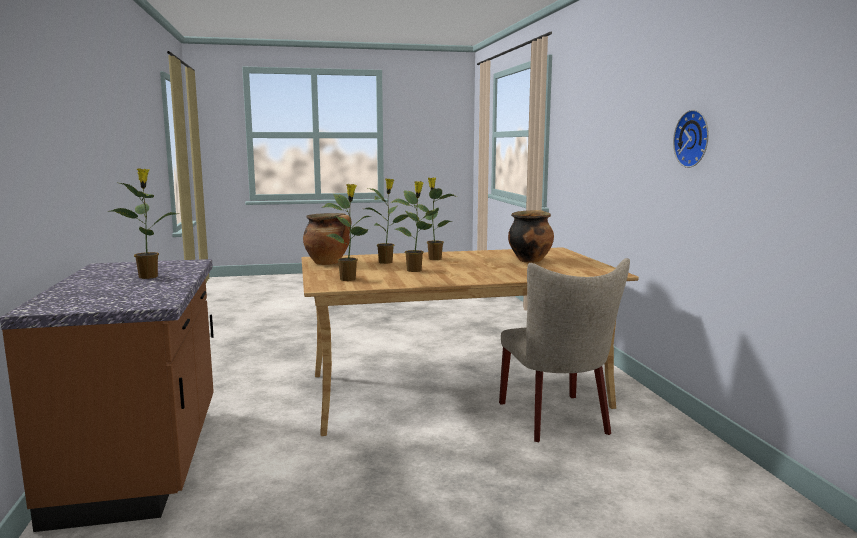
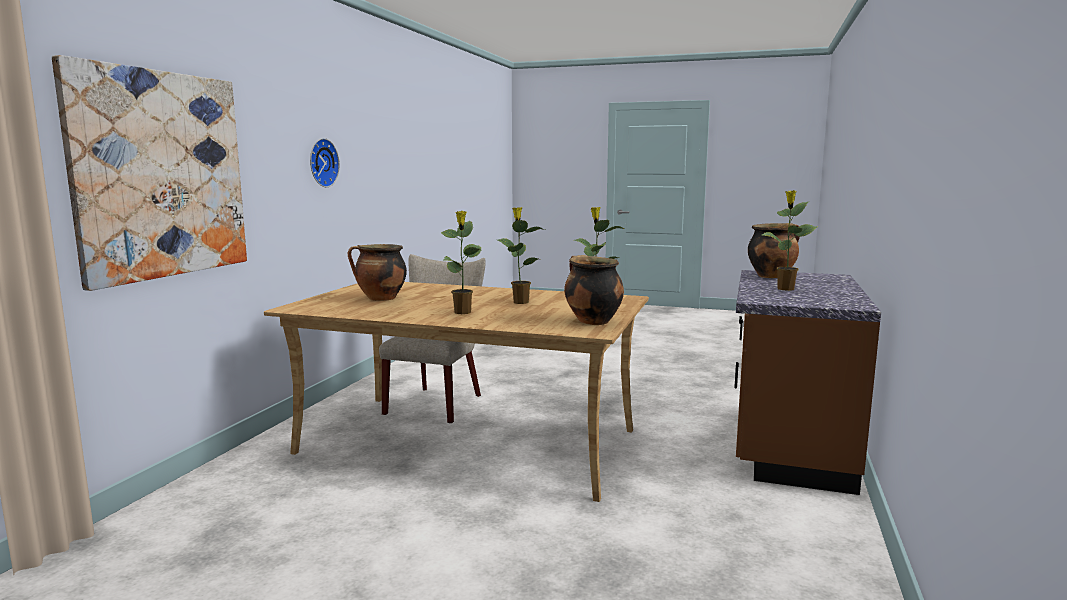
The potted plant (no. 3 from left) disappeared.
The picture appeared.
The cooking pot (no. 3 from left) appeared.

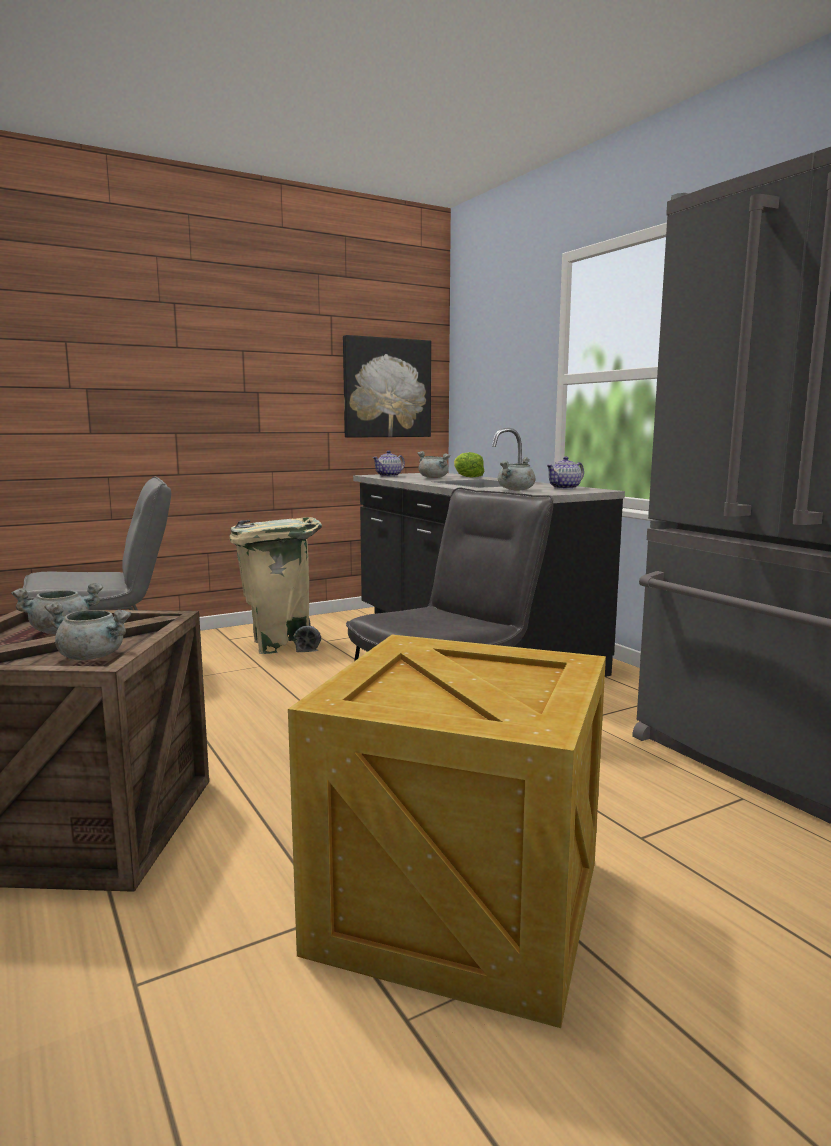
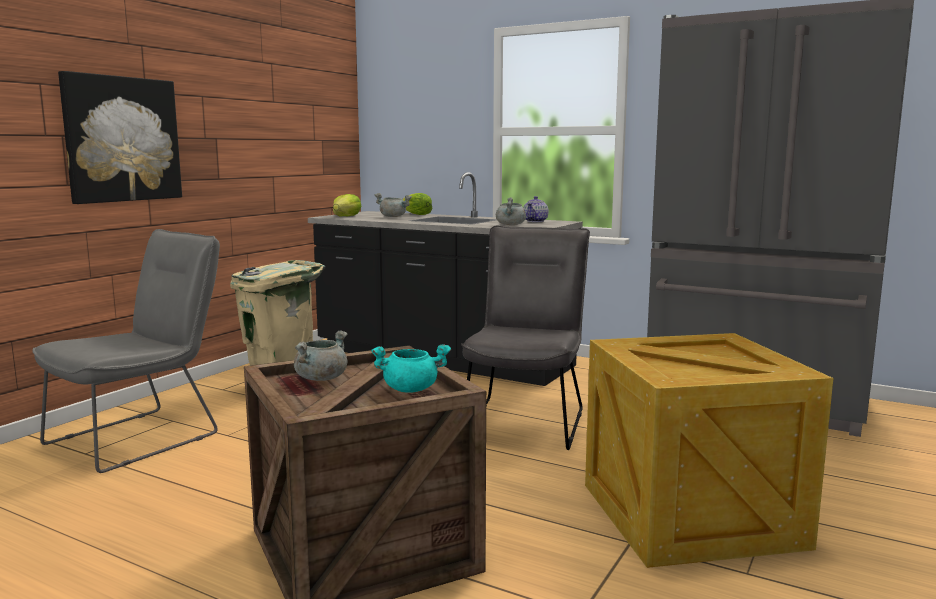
The picture moved.
The teapot (no. 1 from left) was replaced by the lettuce (no. 1 from left).
The cooking pot in grey (no. 2 from left) became the cooking pot in turquoise.

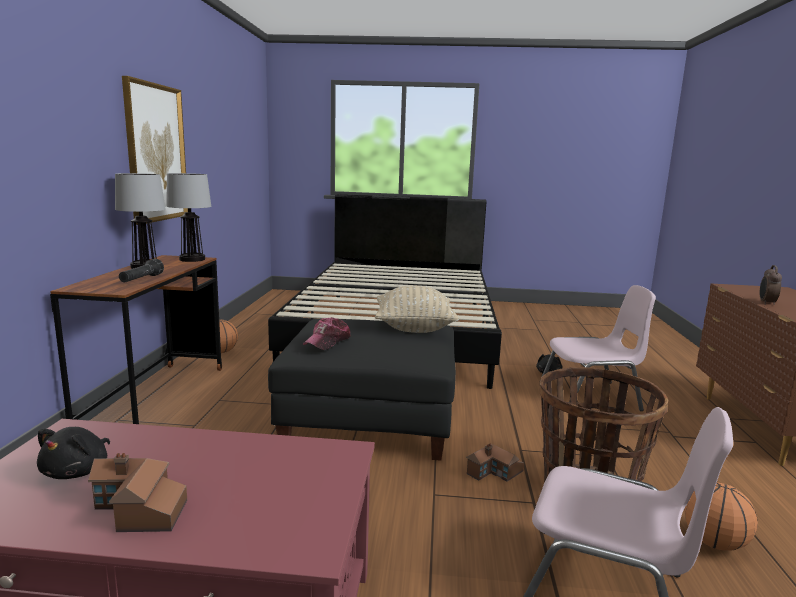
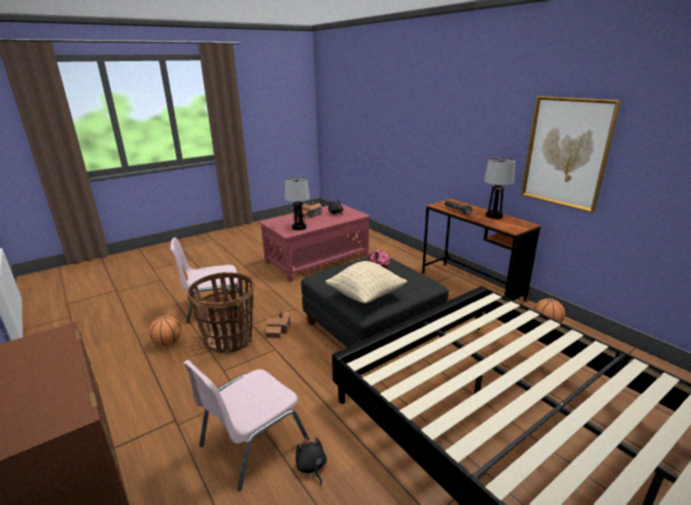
The table lamp (no. 2 from left in the first image) moved.
The alarm clock disappeared.

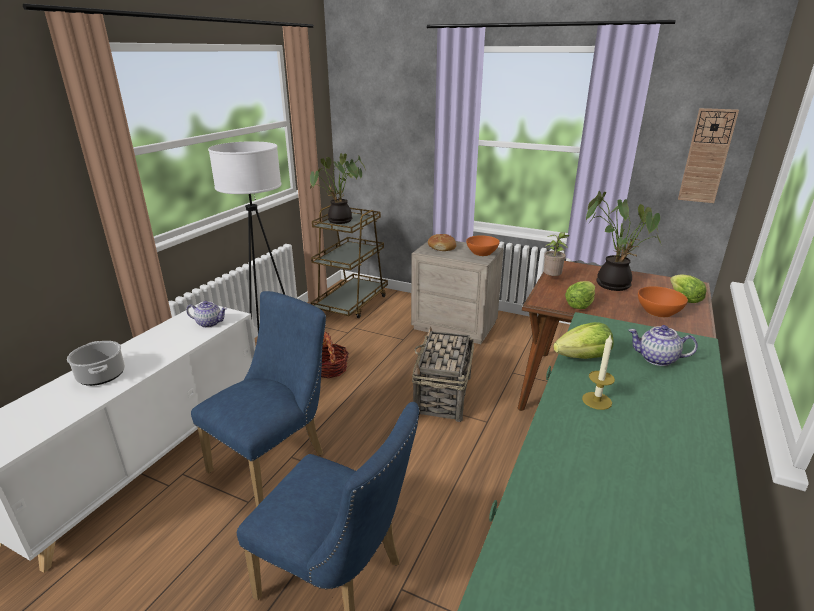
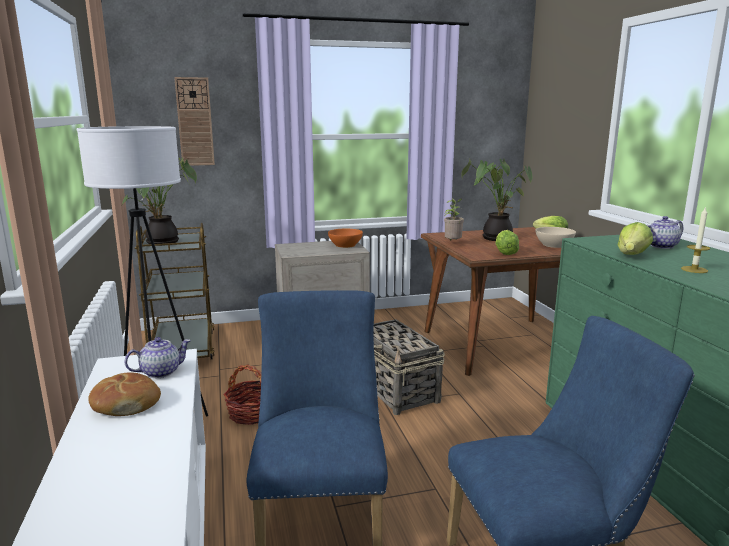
The wall clock moved.
The bread moved.
The bowl in orange (no. 2 from left) became the bowl in beige.
The cooking pot disappeared.

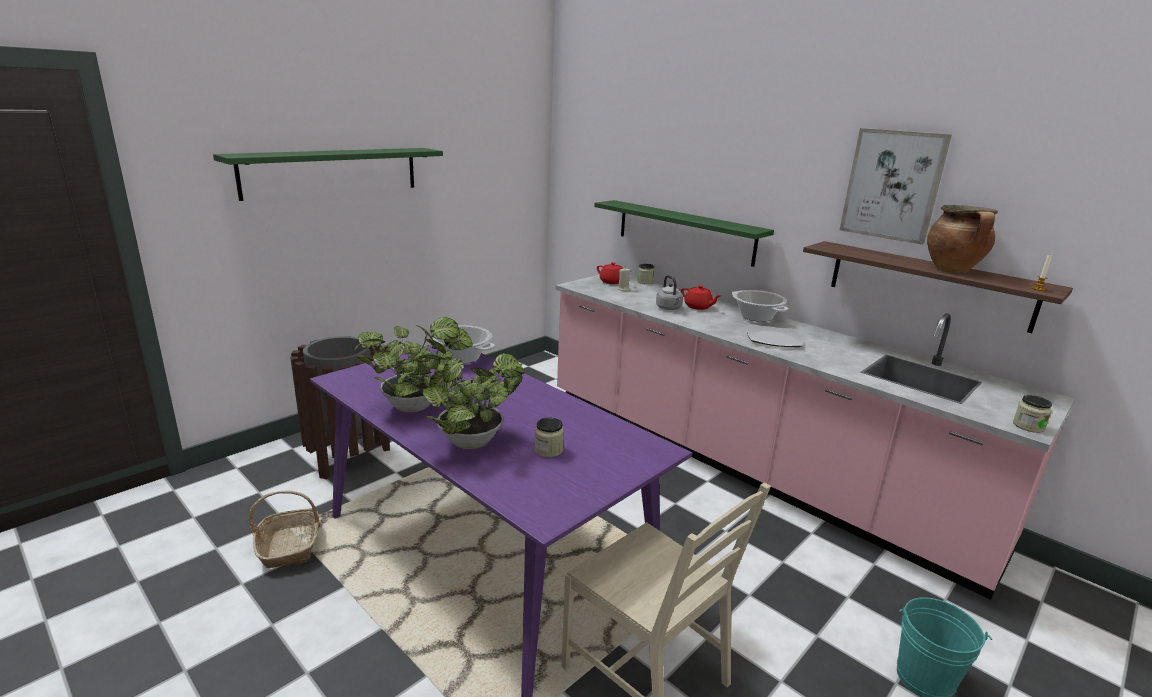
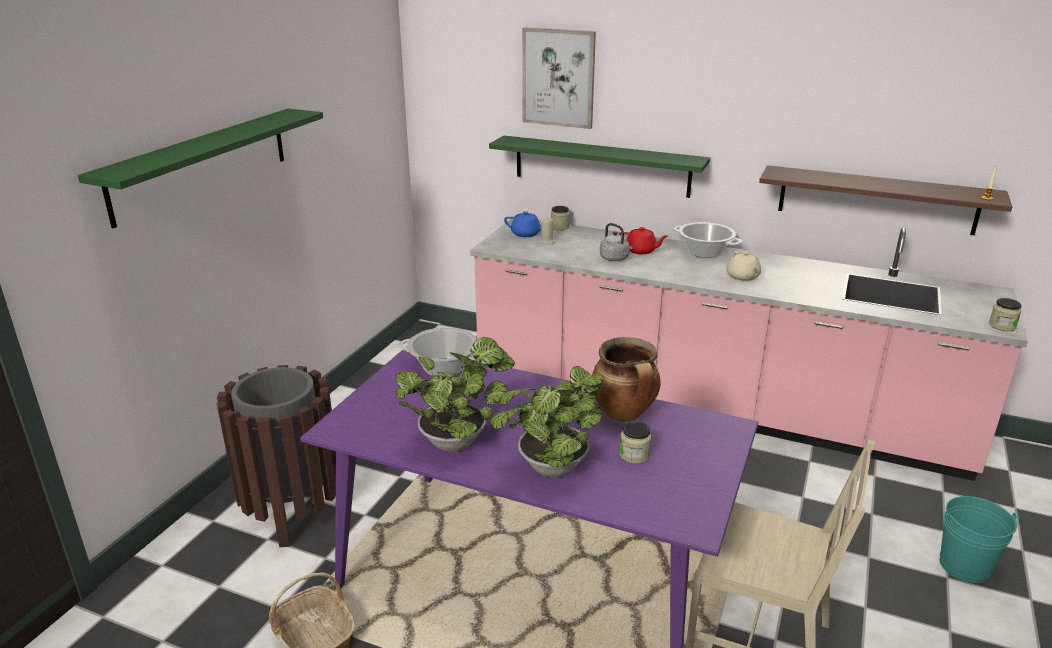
The picture moved.
The cooking pot (no. 3 from left in the first image) moved.
The teapot in red (no. 1 from left) became the teapot in blue.
The plate was replaced by the teapot in beige.

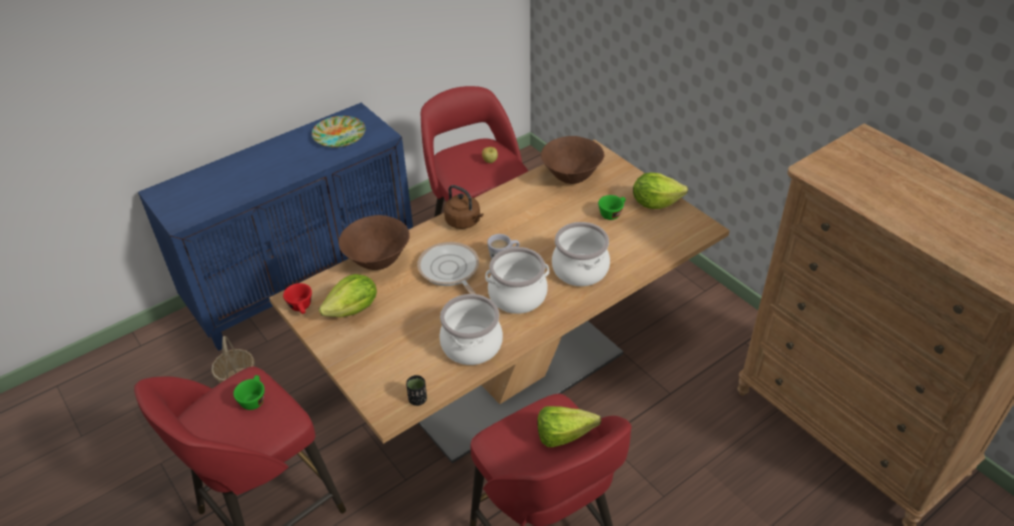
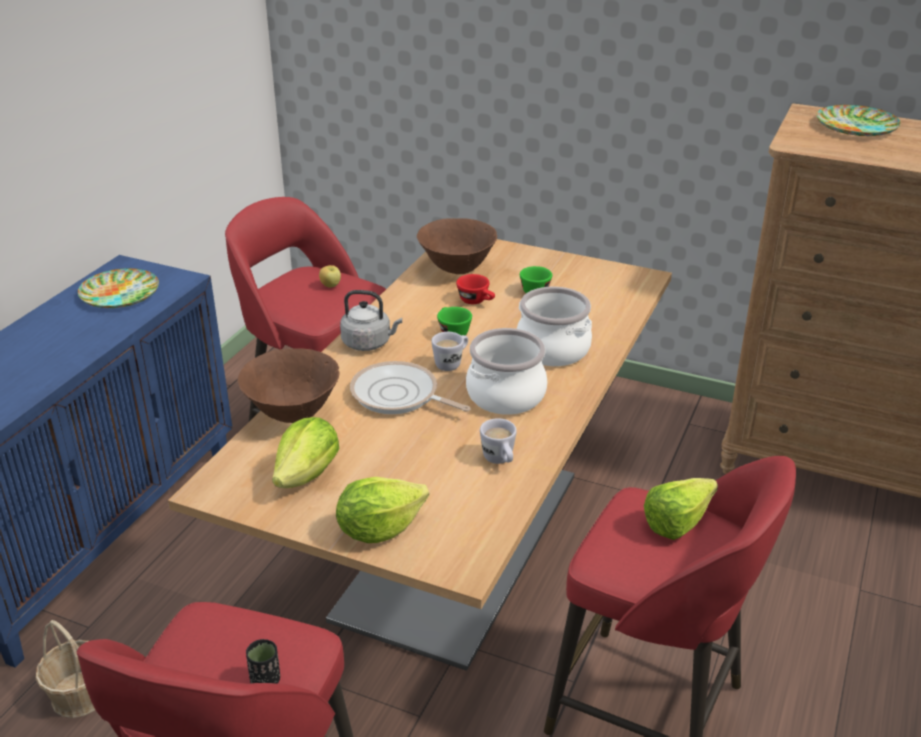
The lettuce (no. 3 from left in the first image) moved.
The kettle in brown became the kettle in grey.
The cup in red moved.
The cooking pot (no. 1 from left) was replaced by the mug in white (no. 2 from left).
The cup in green (no. 1 from left) moved.
The cup in black moved.
The plate (no. 2 from left) appeared.

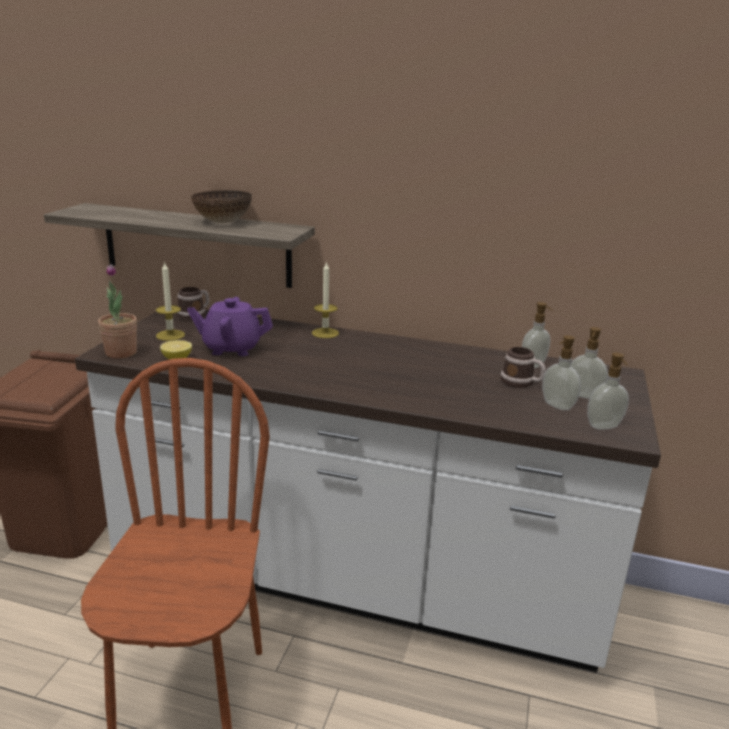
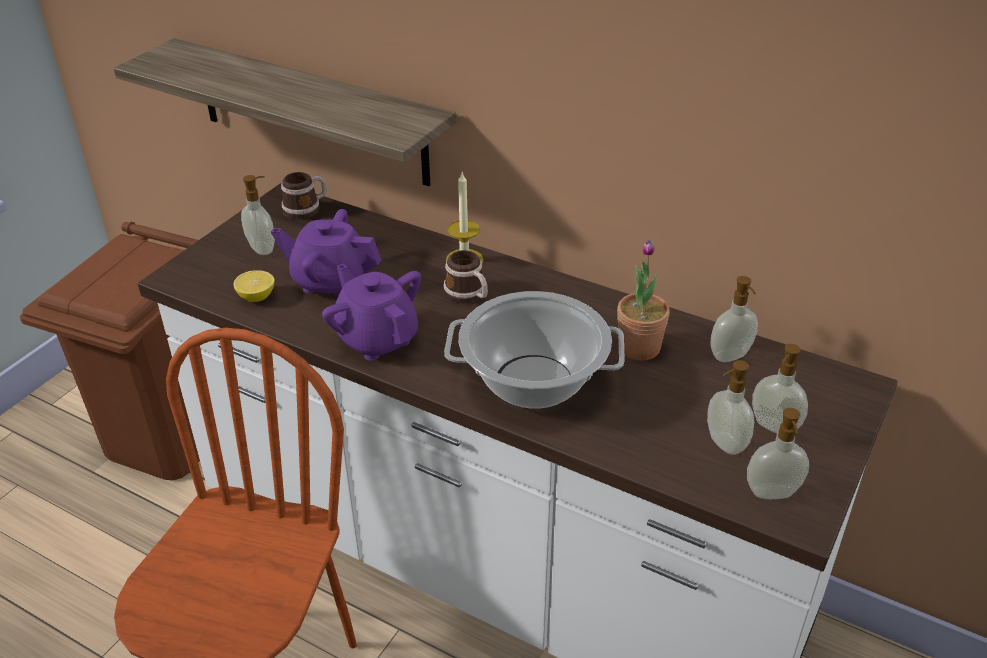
The bowl disappeared.
The candle (no. 1 from left) was replaced by the soap dispenser (no. 1 from left).
The potted plant moved.
The mug (no. 2 from left) moved.
The teapot in purple (no. 2 from left) appeared.
The cooking pot appeared.

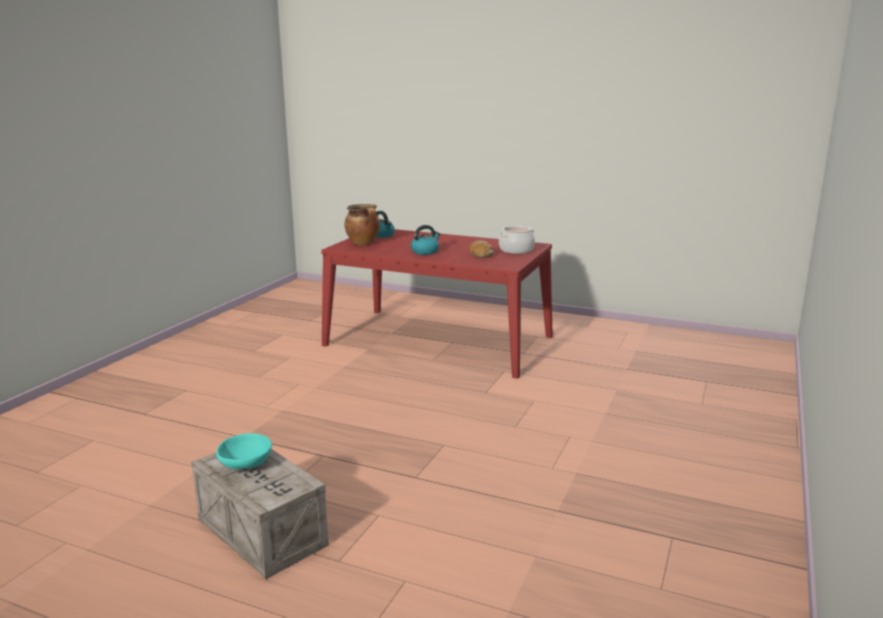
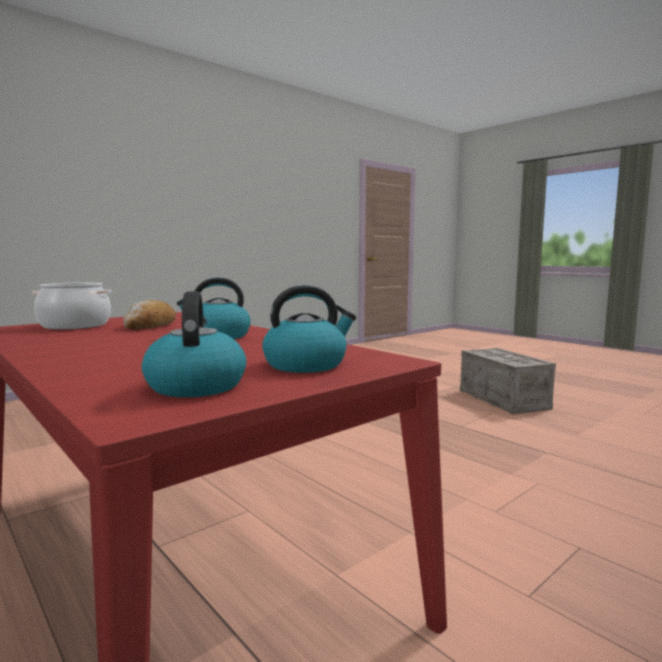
The cooking pot (no. 1 from left) was replaced by the kettle (no. 3 from left).
The bowl in turquoise disappeared.

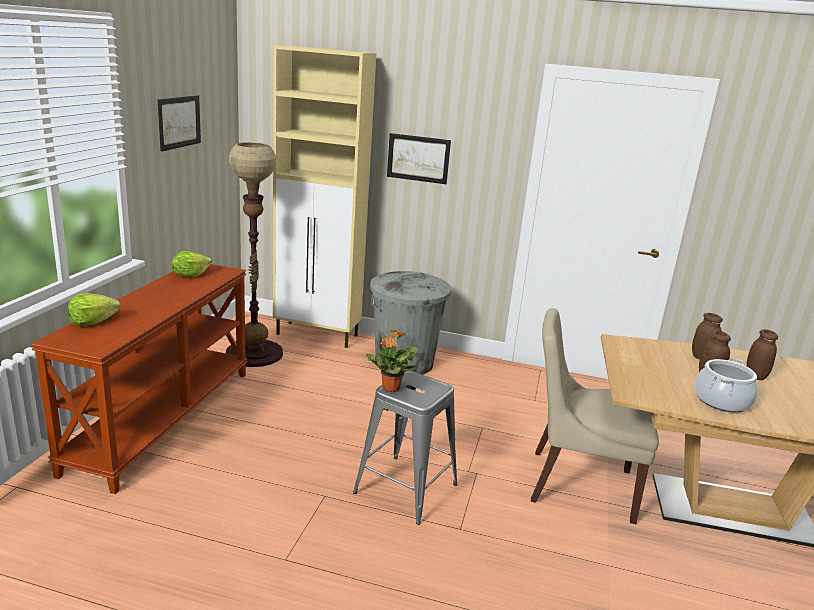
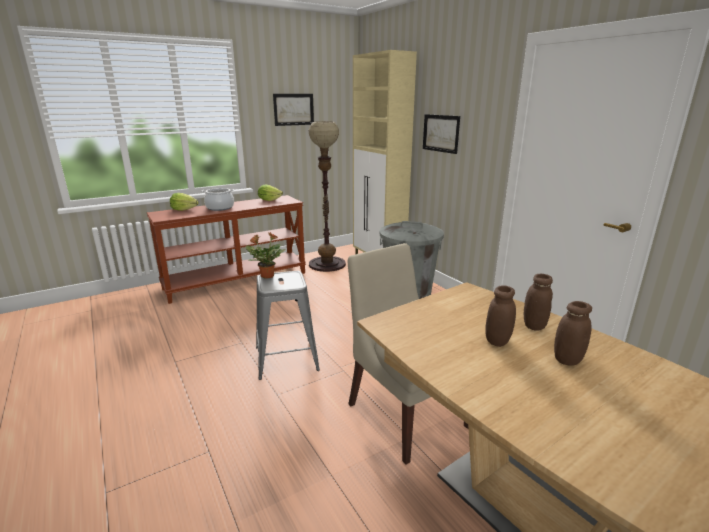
The cooking pot moved.

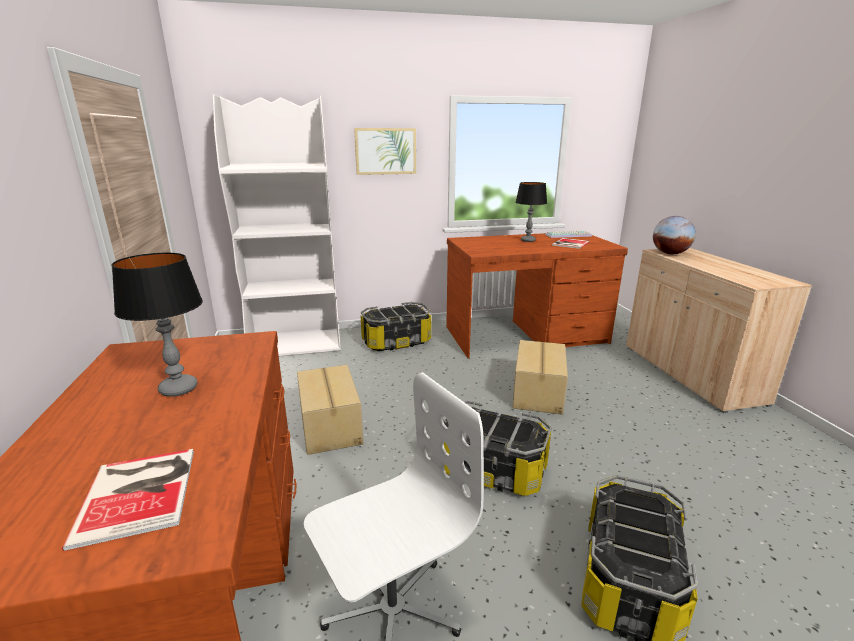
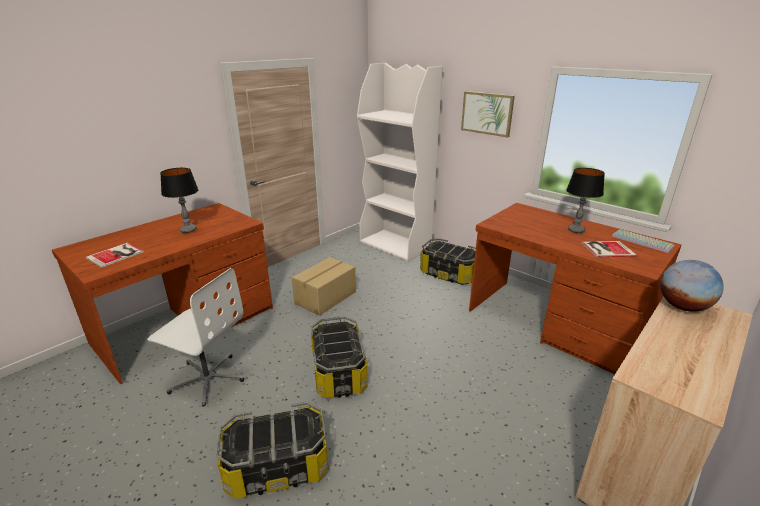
The cardboard box (no. 2 from left) disappeared.

